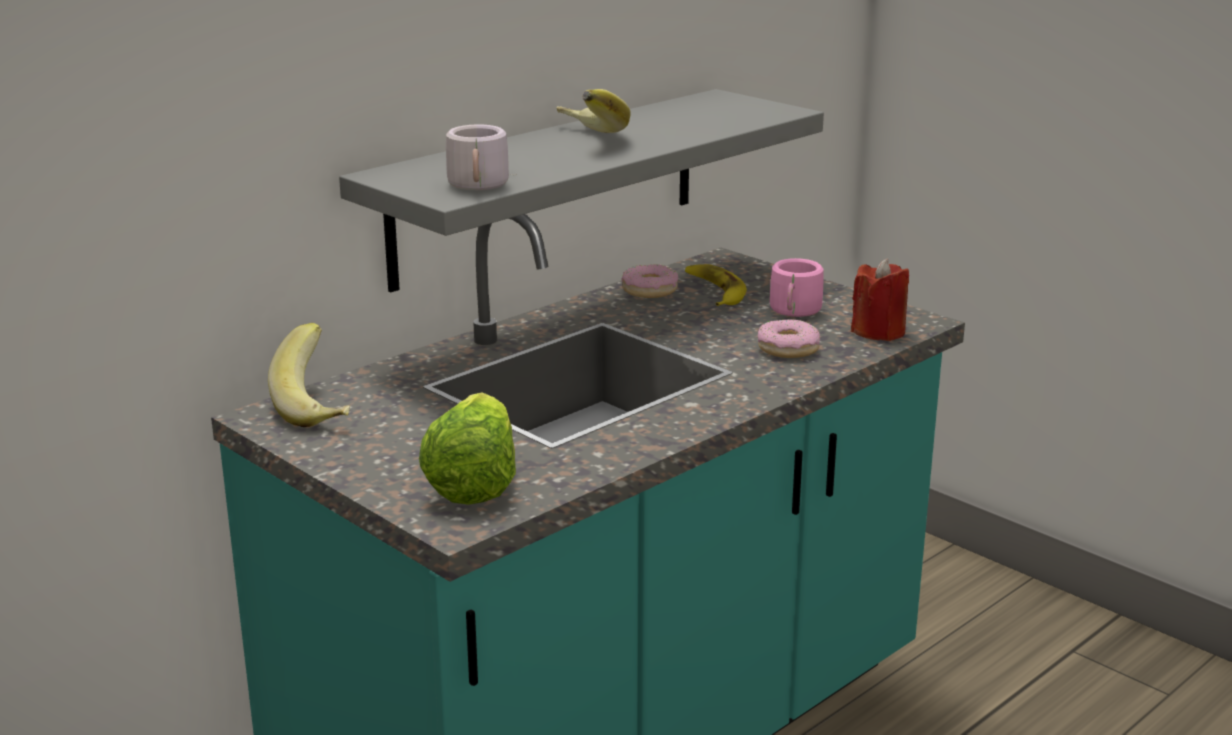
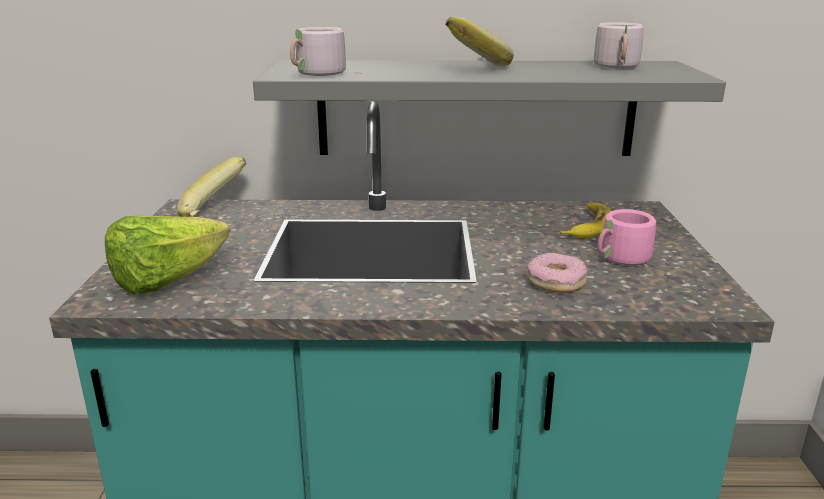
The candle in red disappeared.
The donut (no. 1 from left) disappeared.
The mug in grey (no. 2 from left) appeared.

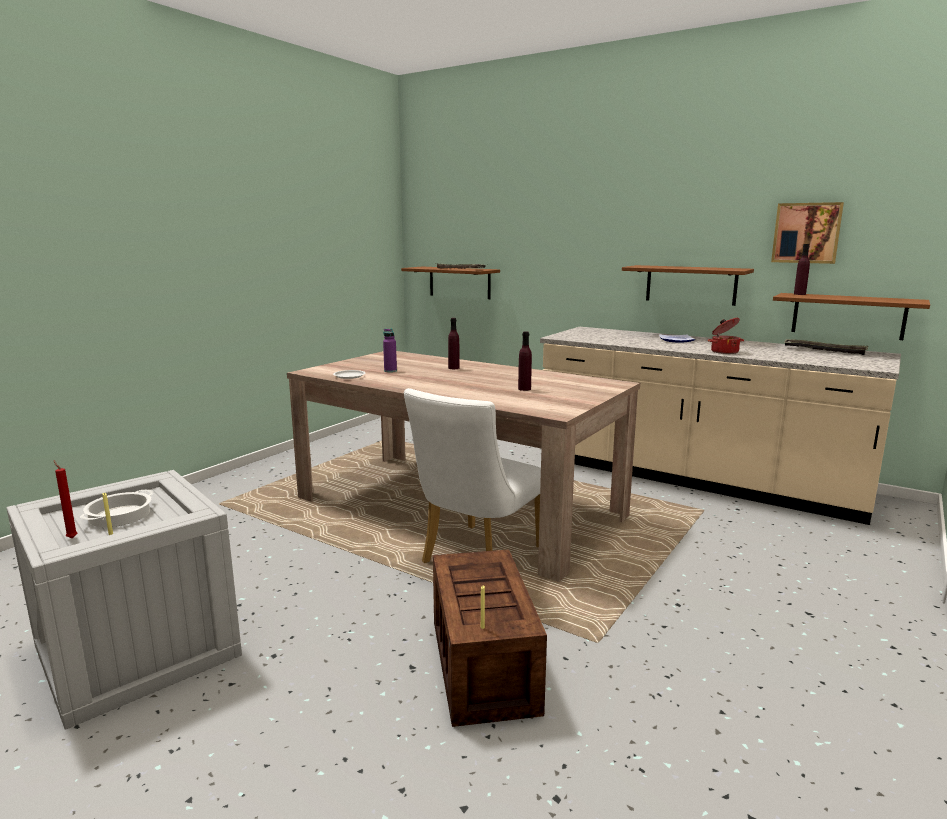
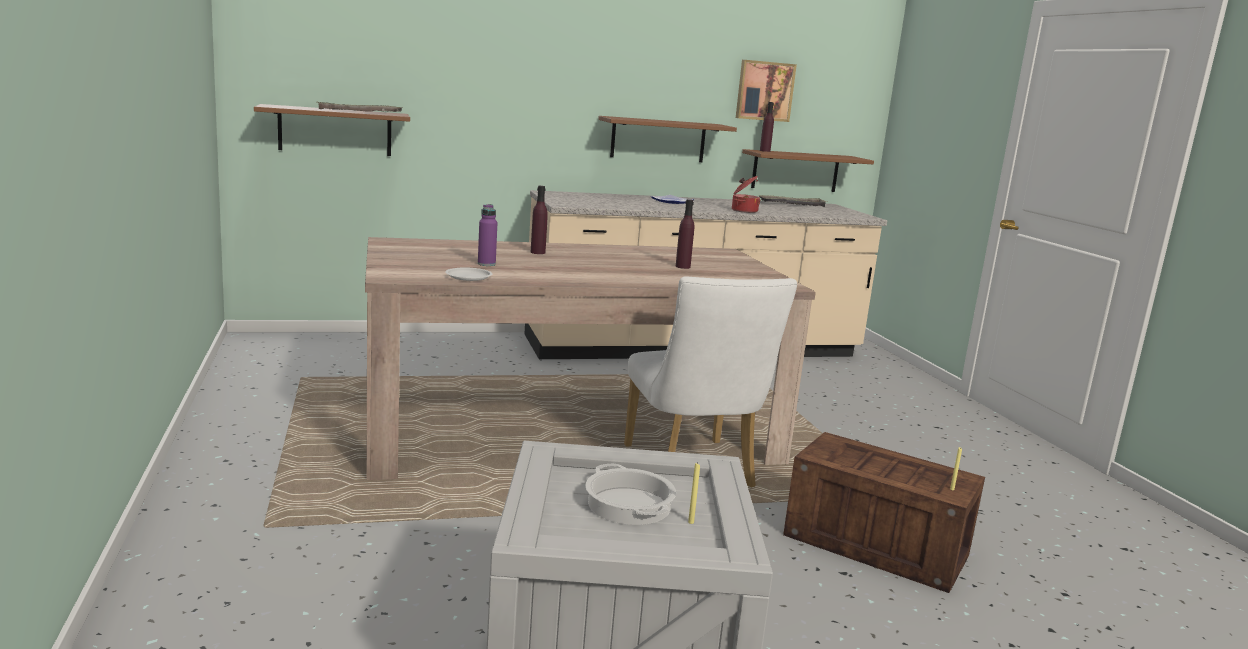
The candle in red disappeared.

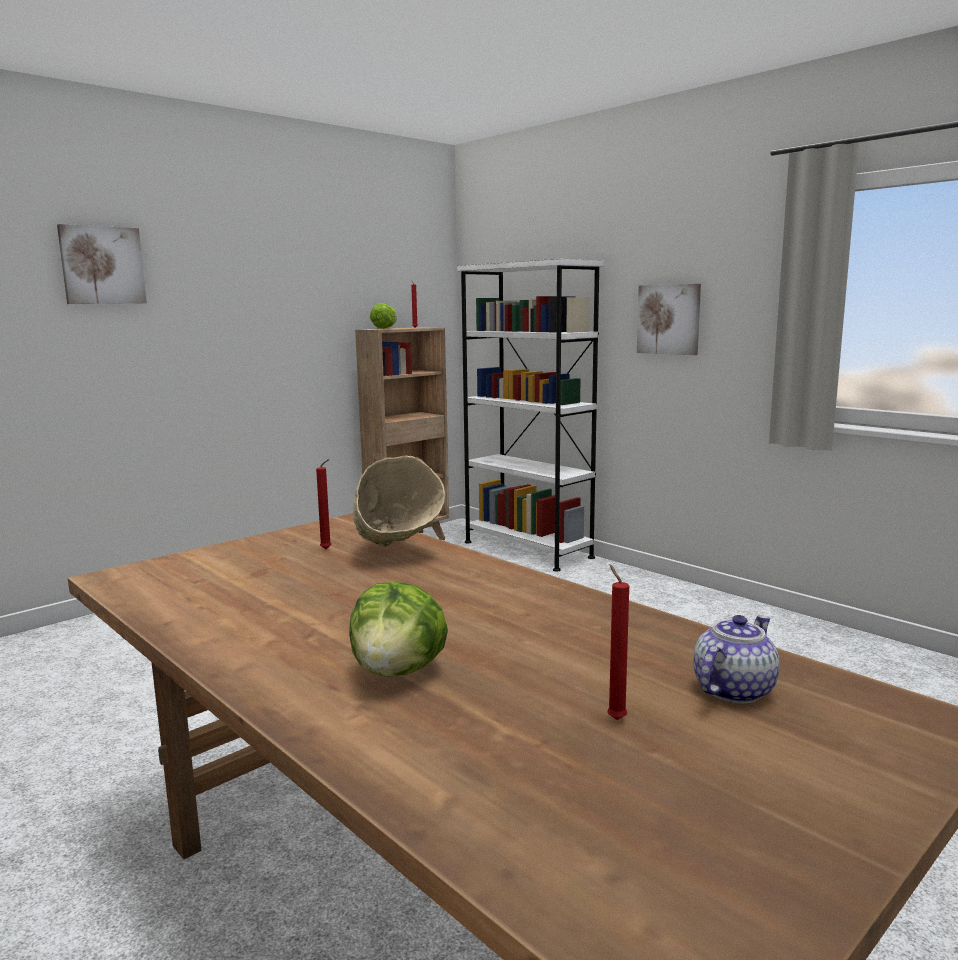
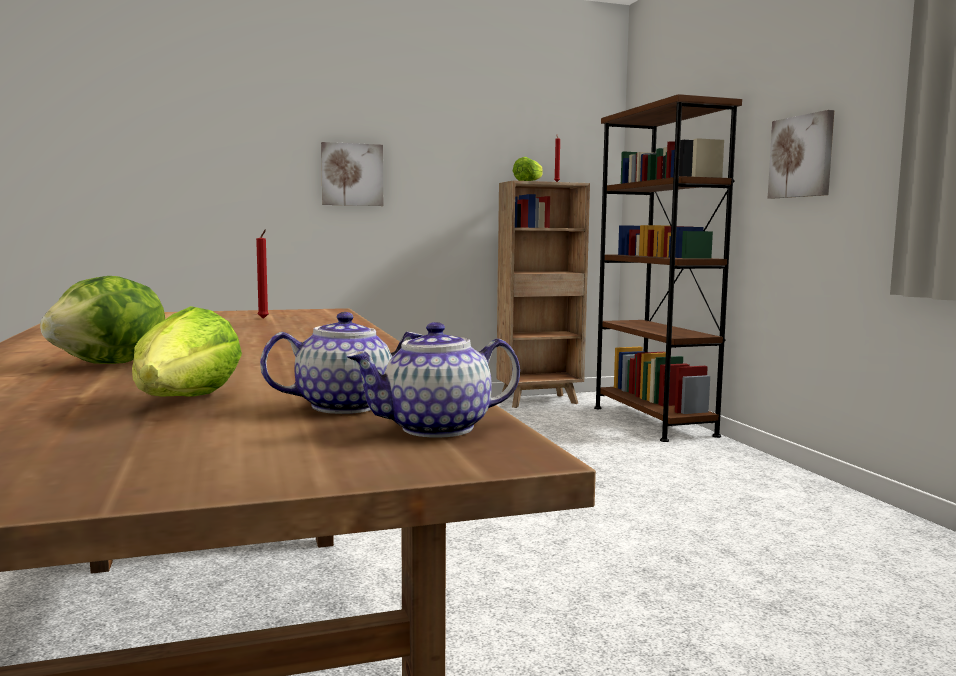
The picture (no. 1 from left) moved.
The bookcase in white became the bookcase in brown (no. 2 from left).
The bowl in beige disappeared.
The candle in red (no. 3 from left) was replaced by the lettuce (no. 2 from left).
The teapot (no. 2 from left) appeared.

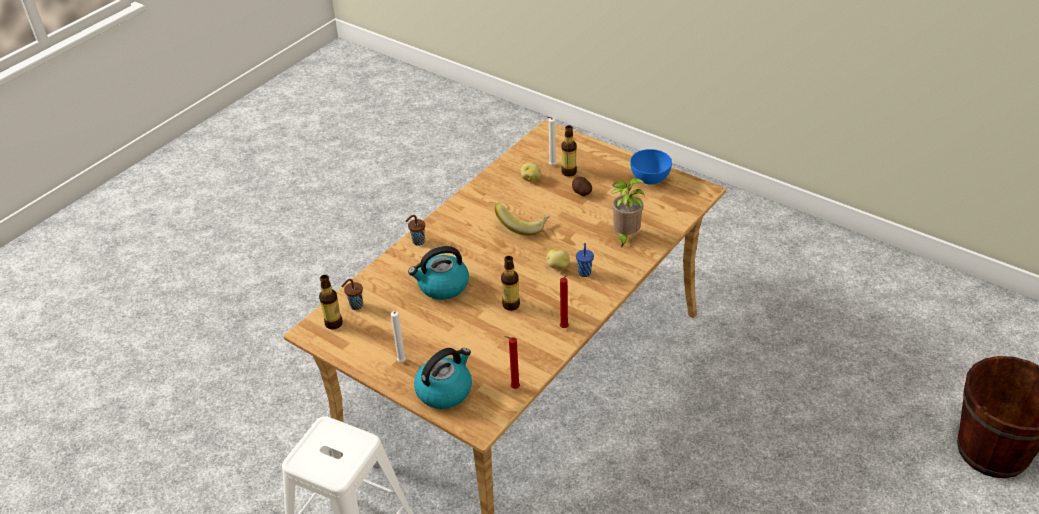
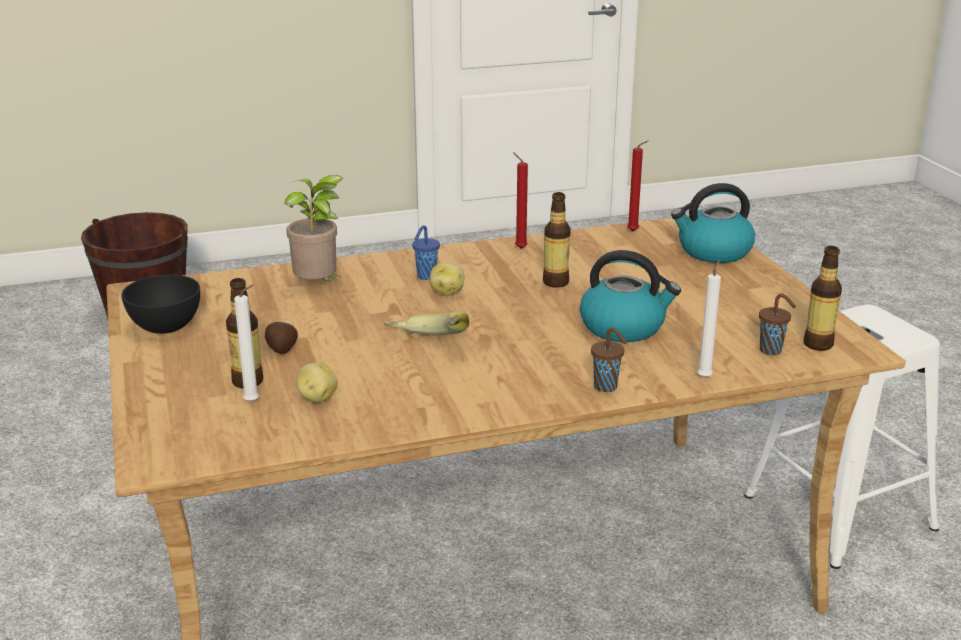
The bowl in blue became the bowl in black.
The candle in white (no. 1 from left in the first image) moved.

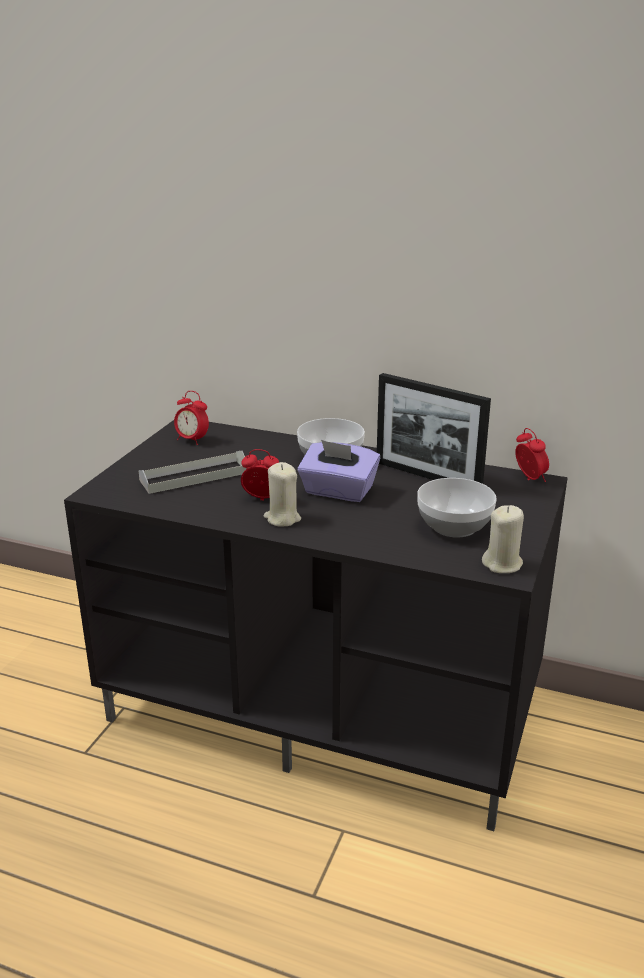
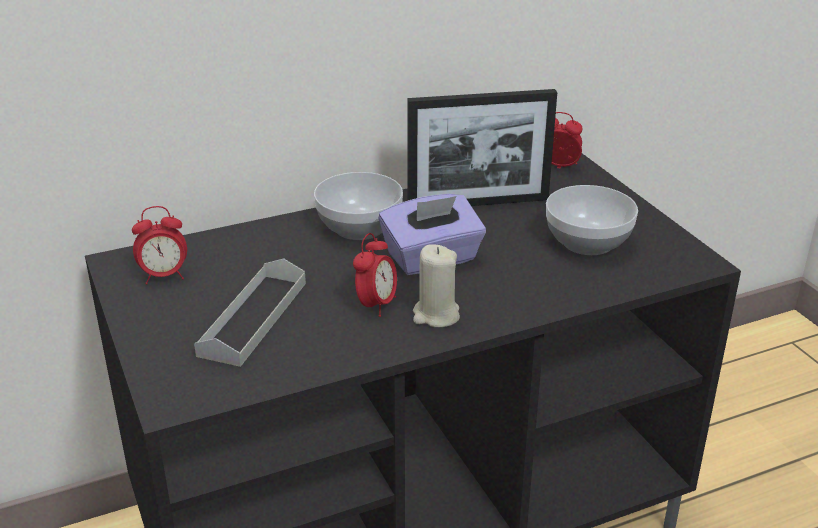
The alarm clock (no. 2 from left) turned 150 degrees clockwise.
The candle in beige (no. 2 from left) disappeared.

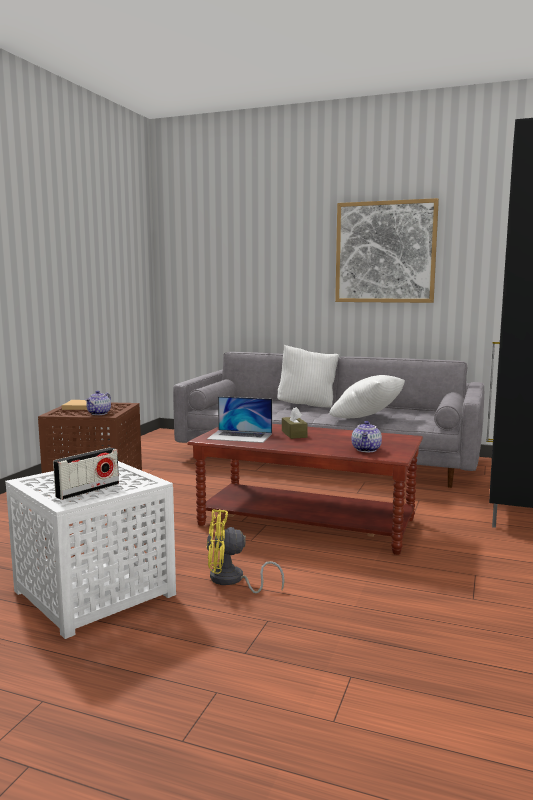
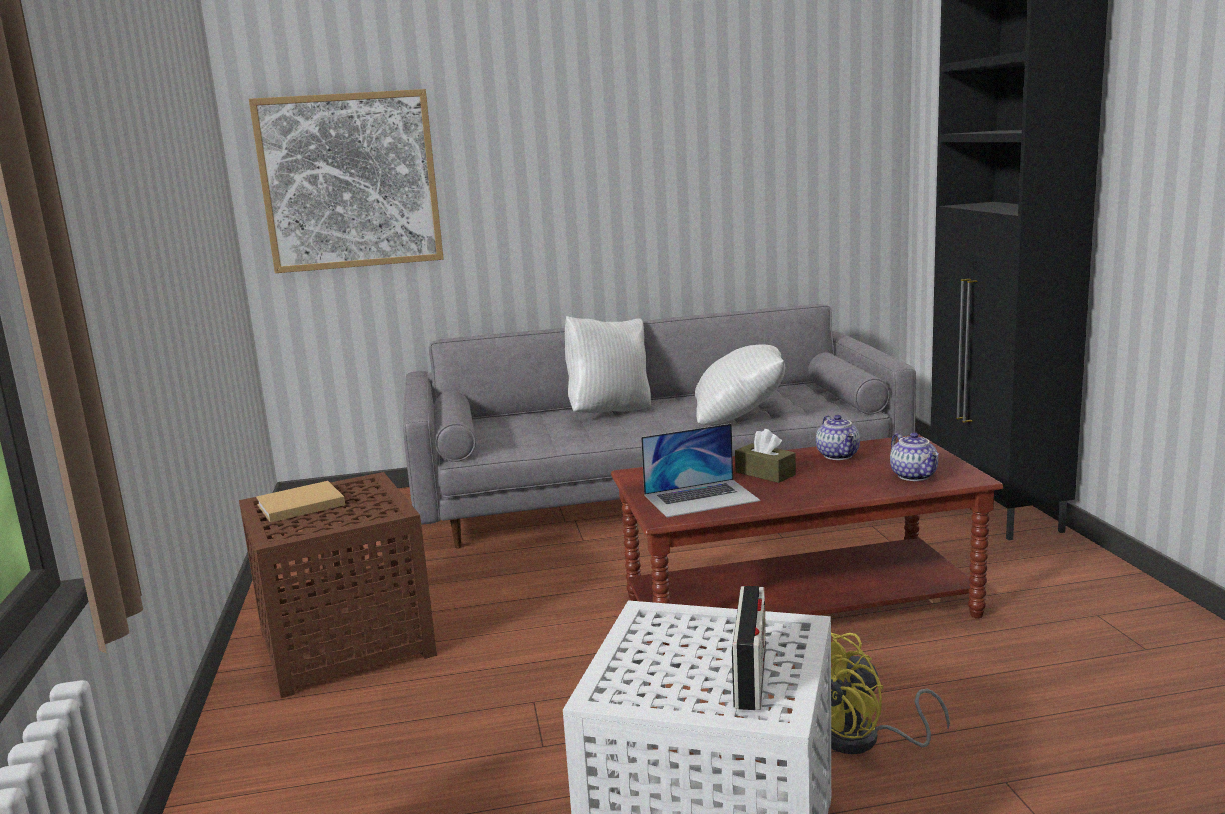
The picture moved.
The teapot (no. 1 from left) moved.

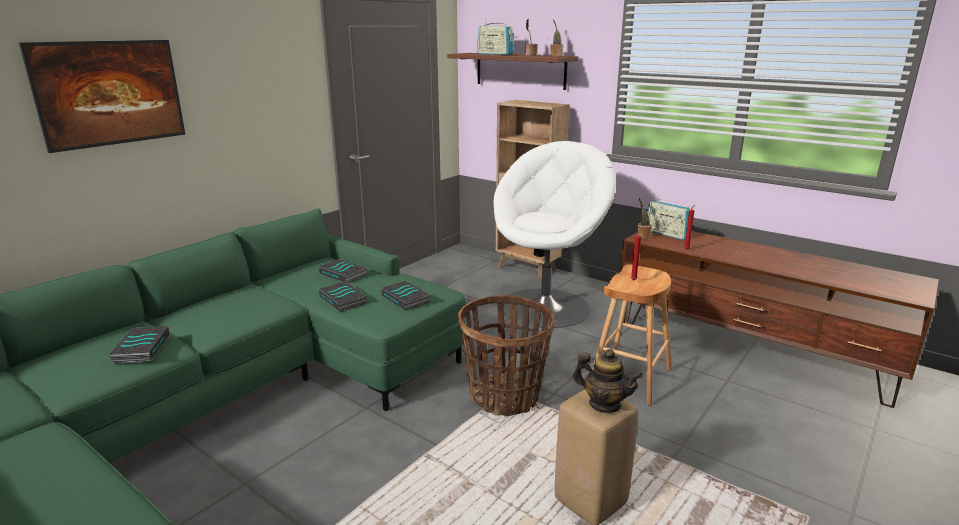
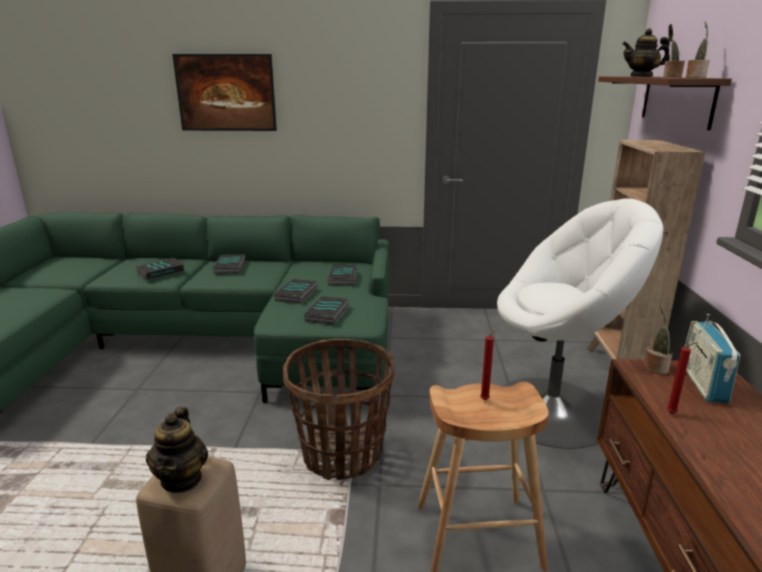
The radio (no. 1 from left) was replaced by the teapot (no. 2 from left).
The book (no. 2 from left) appeared.

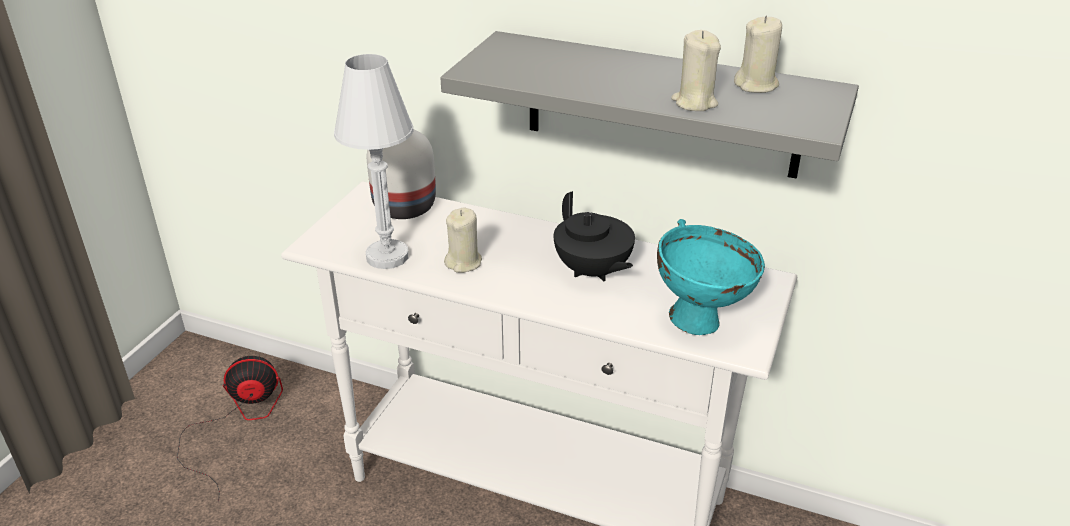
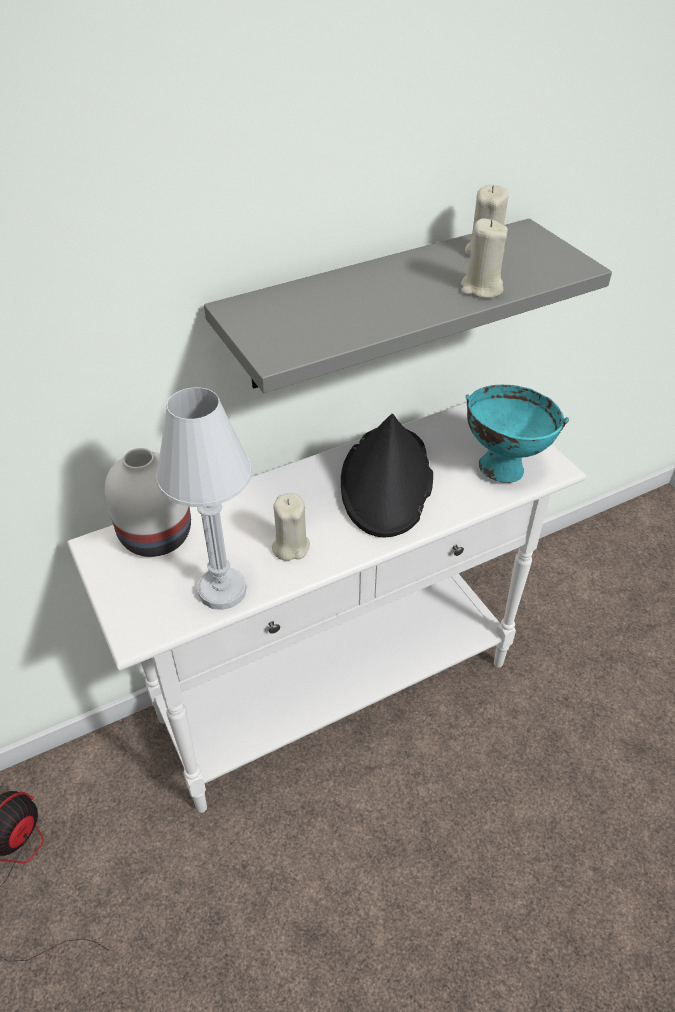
The teapot in black was replaced by the hat in black.

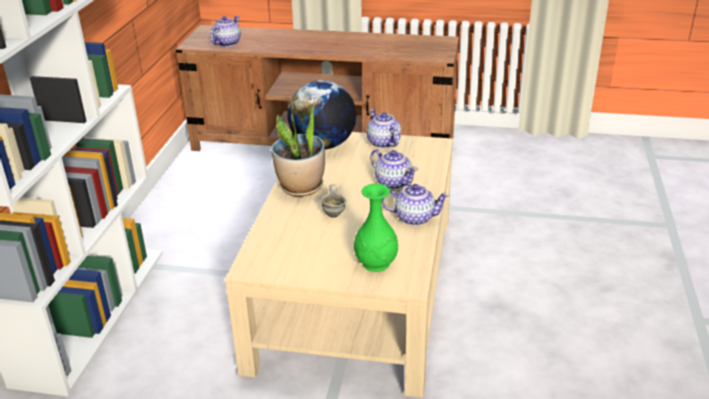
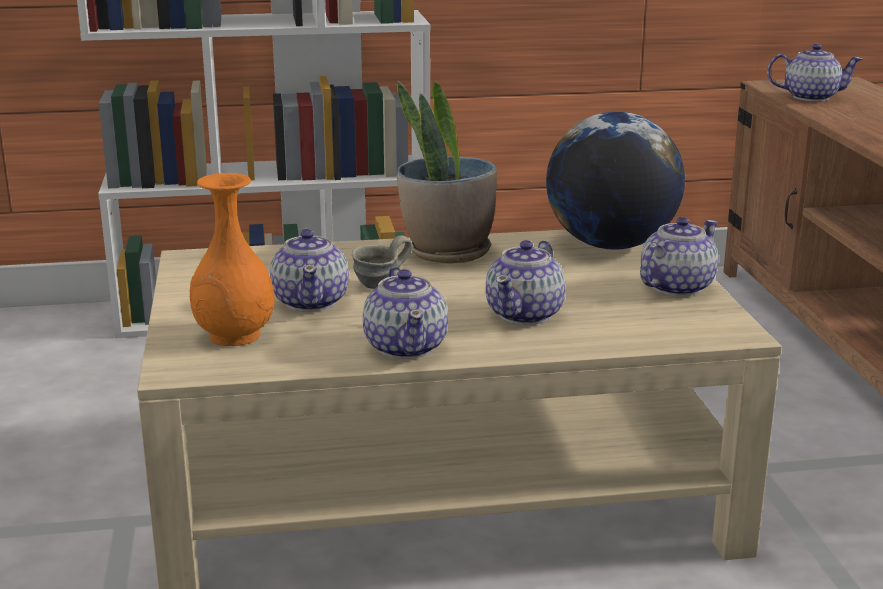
The vase in green became the vase in orange.
The teapot (no. 1 from left) appeared.

